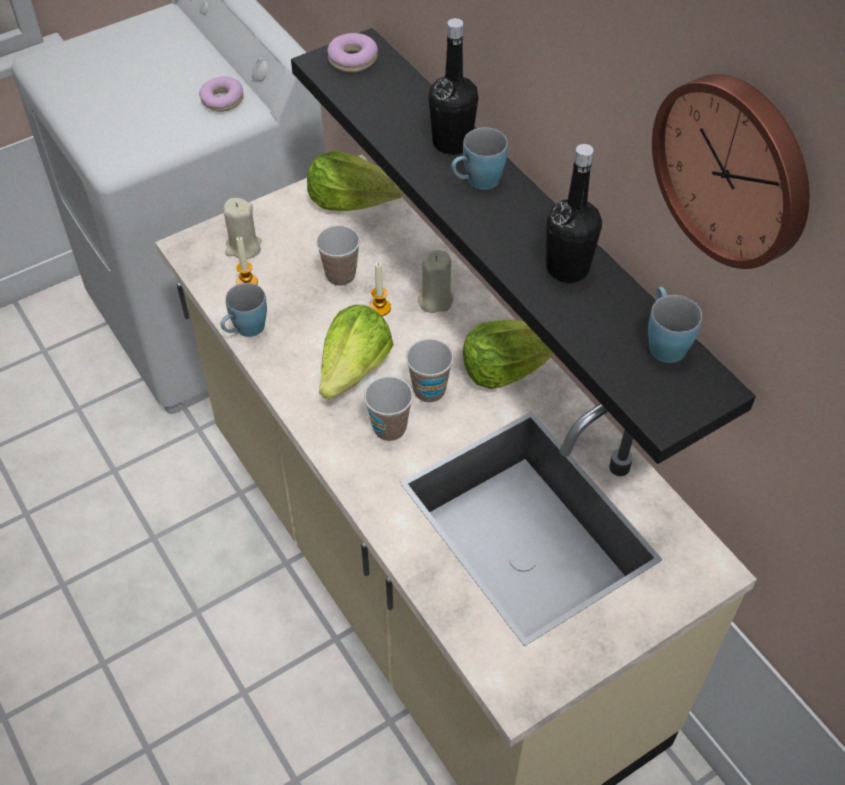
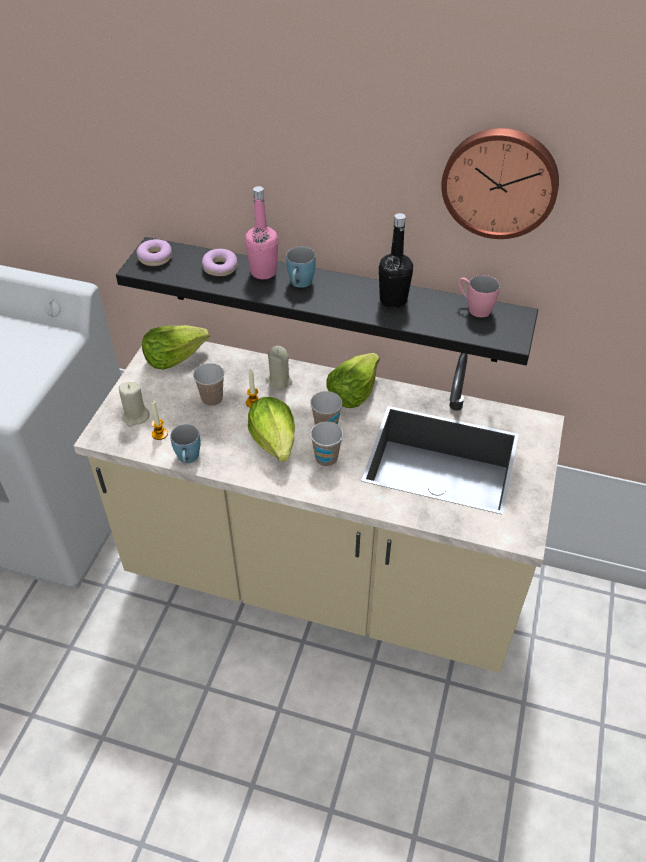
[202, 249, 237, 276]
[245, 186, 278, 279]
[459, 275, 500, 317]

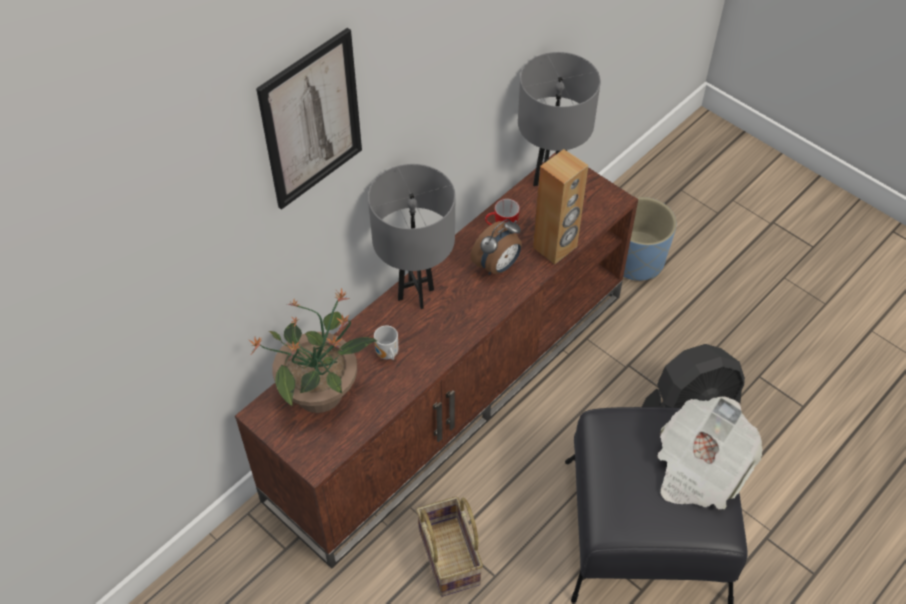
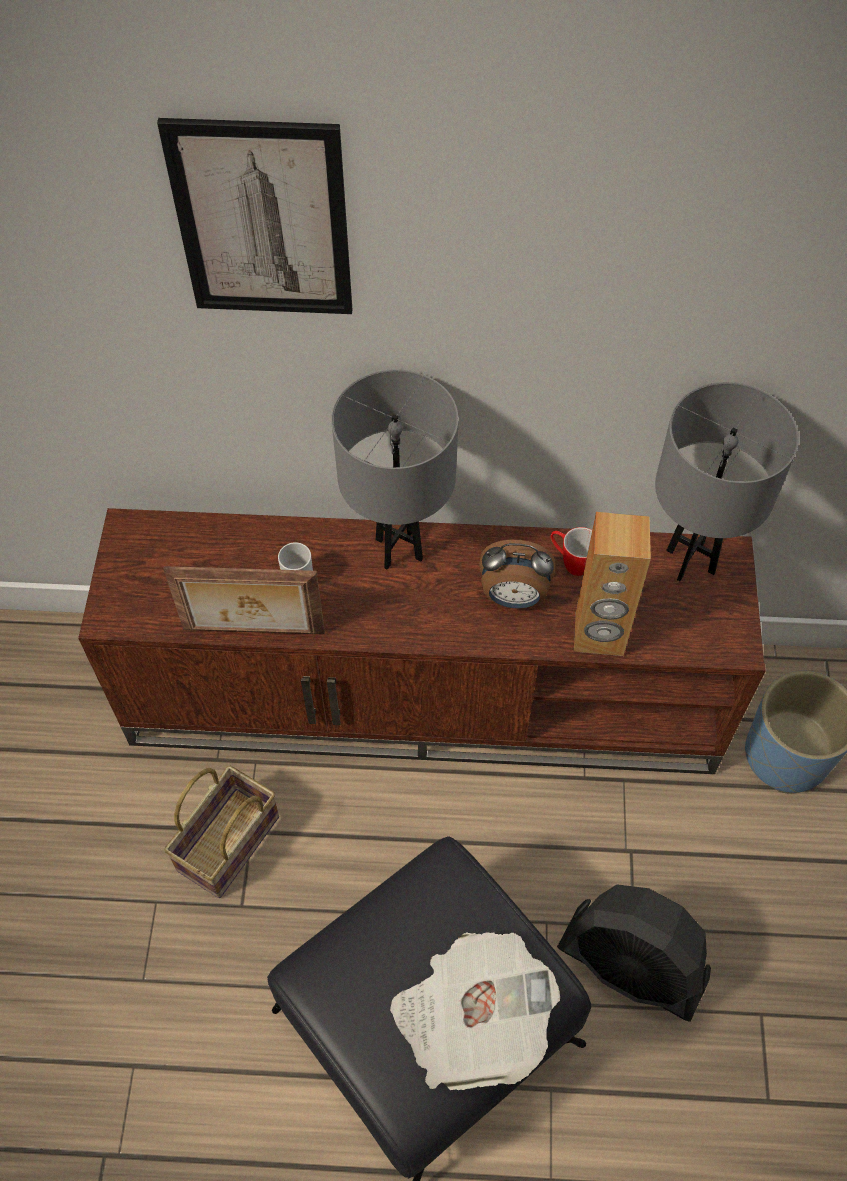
[163, 566, 325, 634]
[249, 288, 377, 413] (first image)

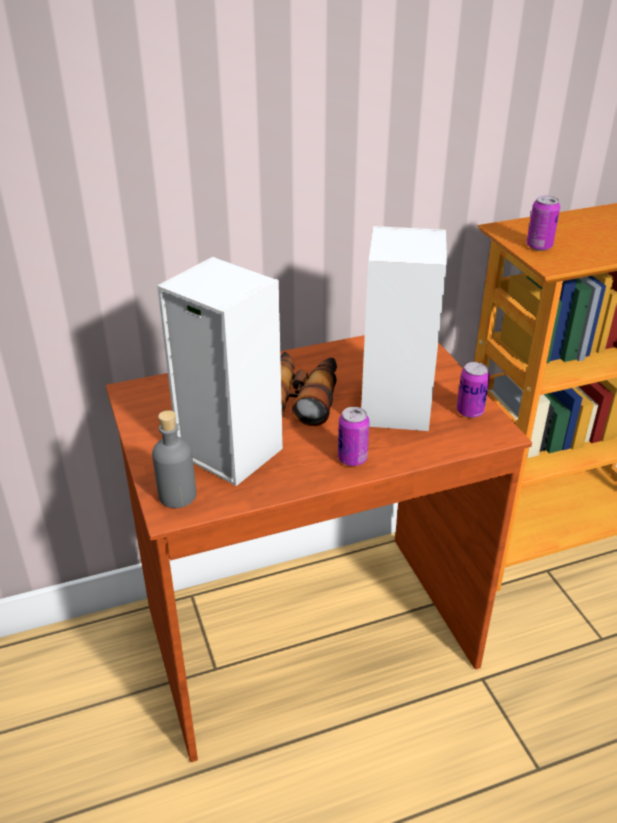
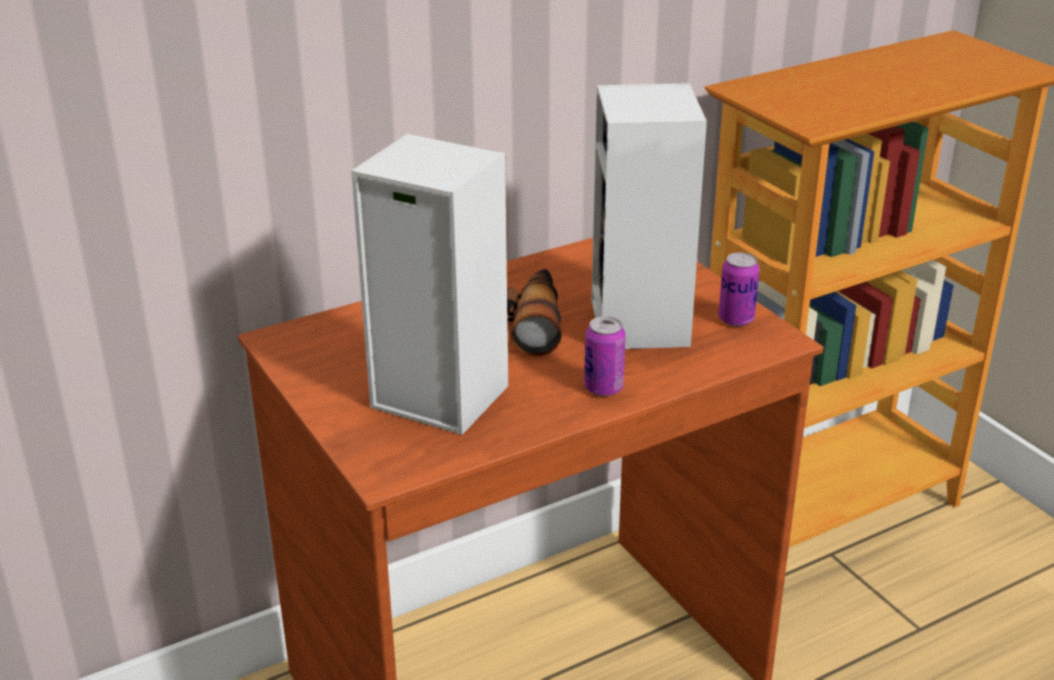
[152, 410, 196, 508] (first image)
[527, 195, 560, 251] (first image)

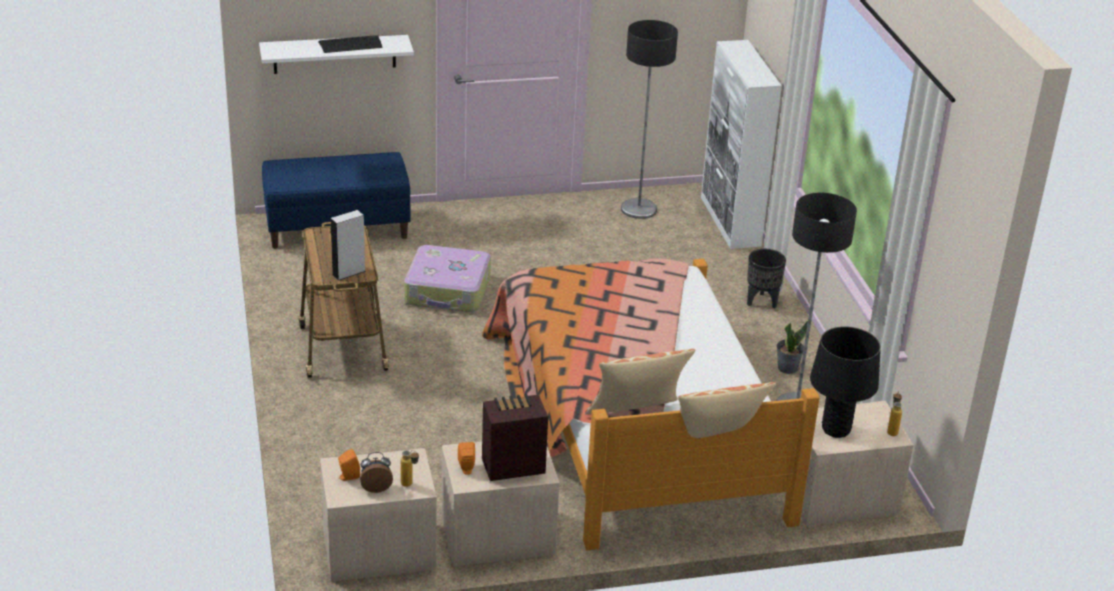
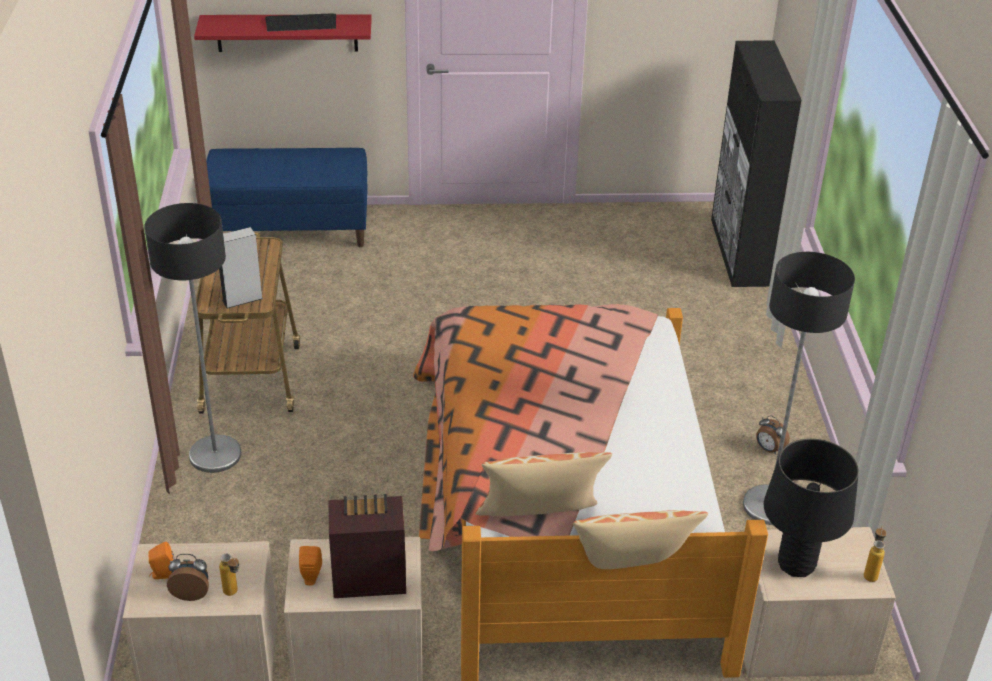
[144, 203, 242, 473]
[194, 14, 372, 52]
[711, 41, 802, 287]
[756, 415, 790, 454]
[404, 245, 491, 312] (first image)
[747, 249, 786, 308] (first image)

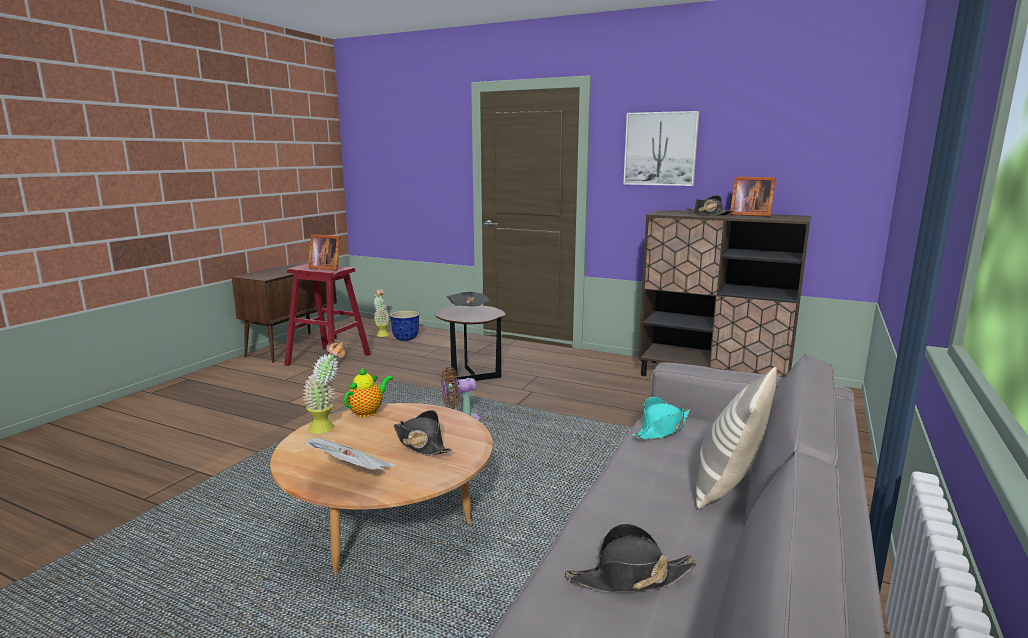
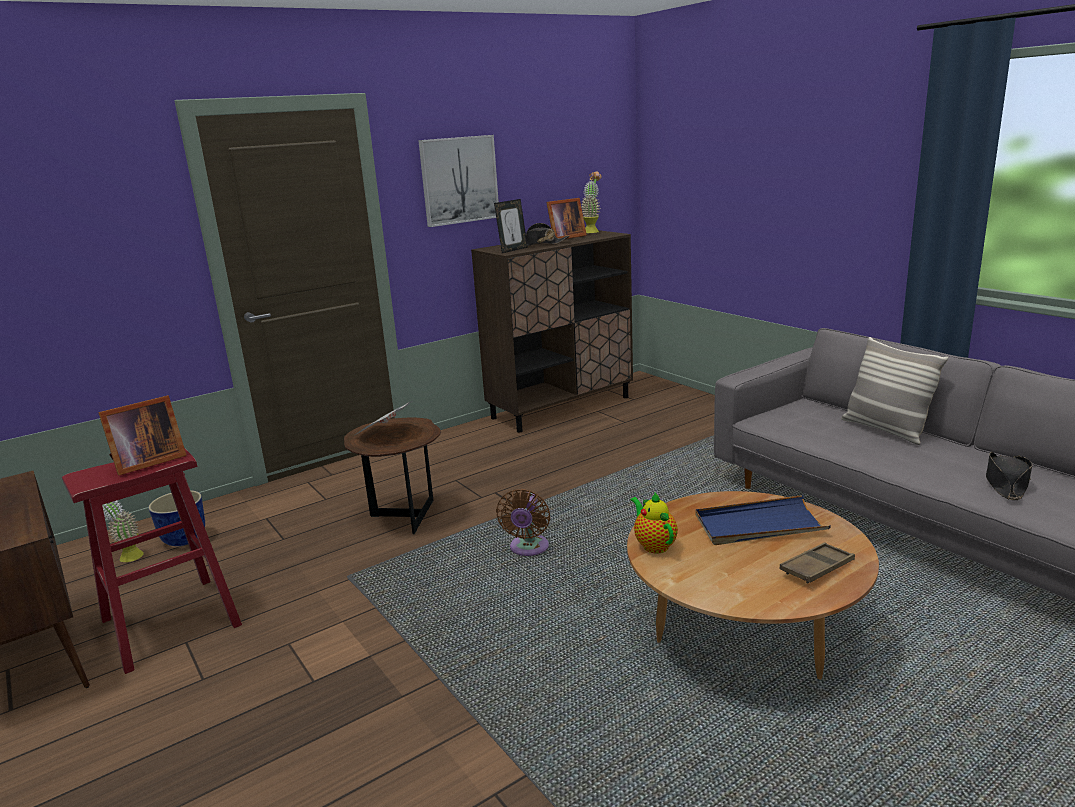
[494, 199, 528, 253]
[581, 171, 602, 233]
[695, 495, 831, 545]
[780, 542, 855, 583]
[632, 397, 690, 440] (first image)

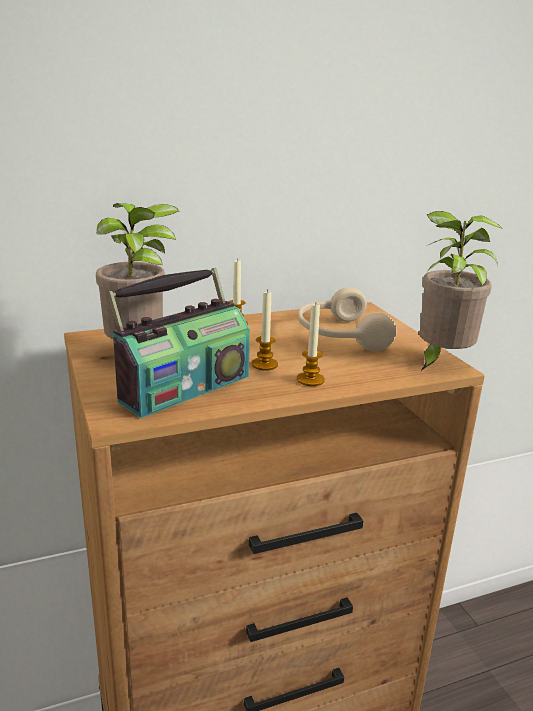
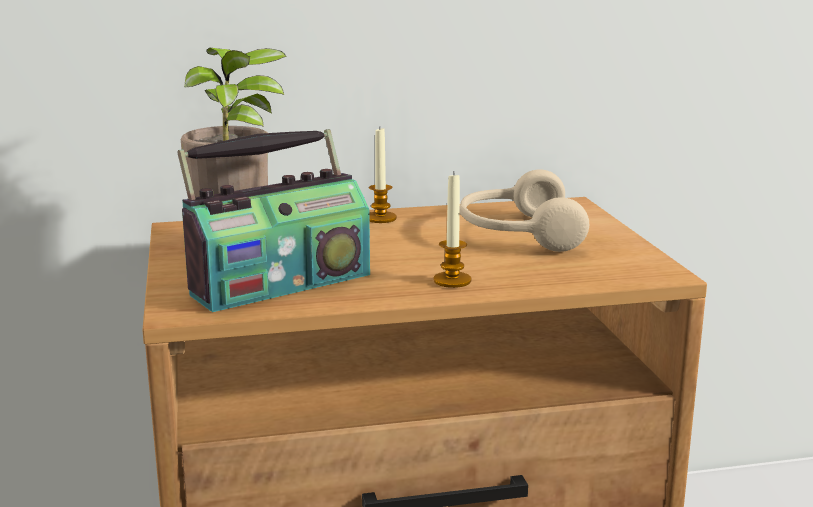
[251, 289, 278, 371] (first image)
[420, 211, 503, 371] (first image)

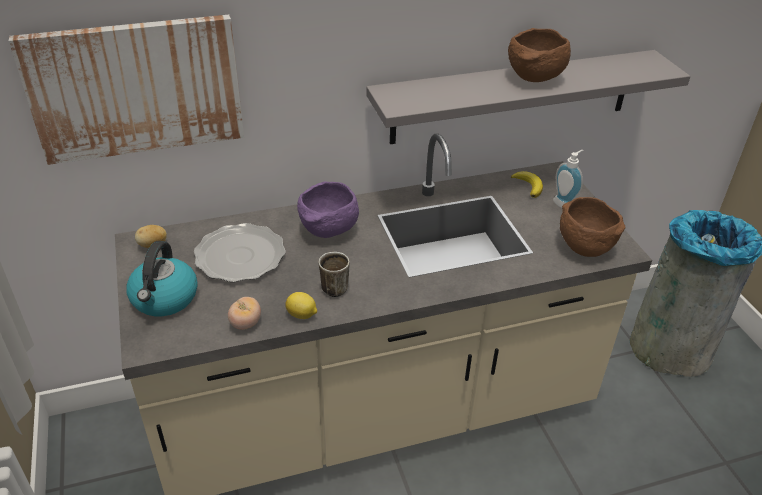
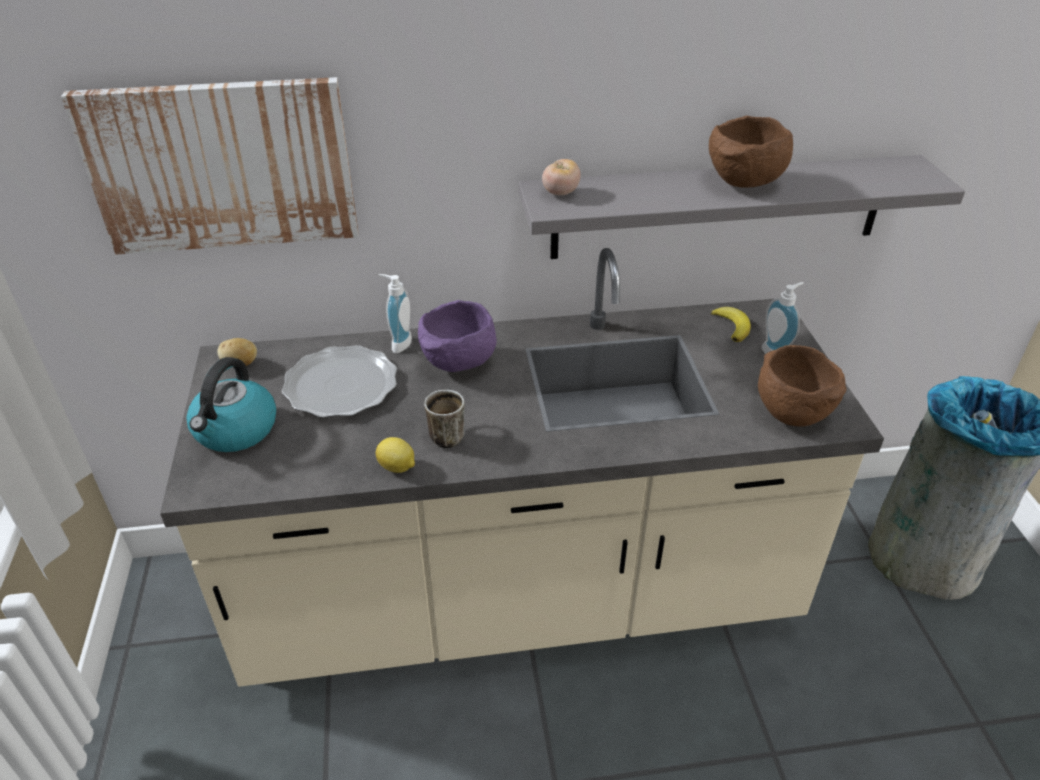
[379, 274, 412, 353]
[542, 159, 581, 195]

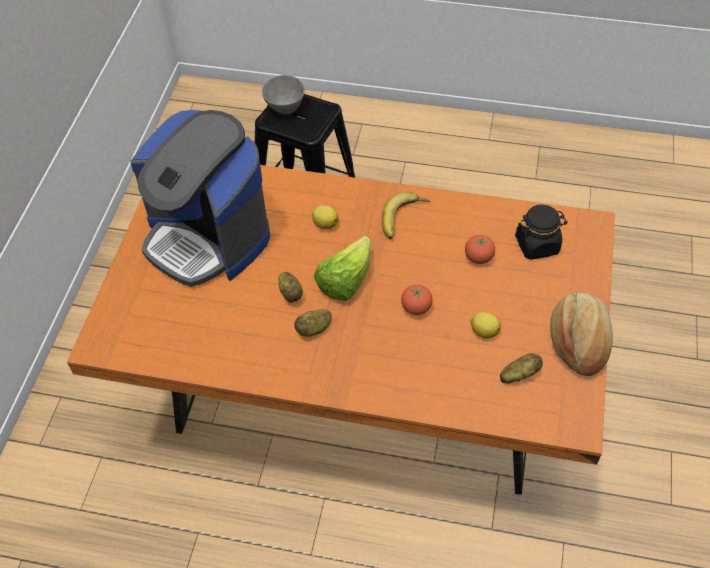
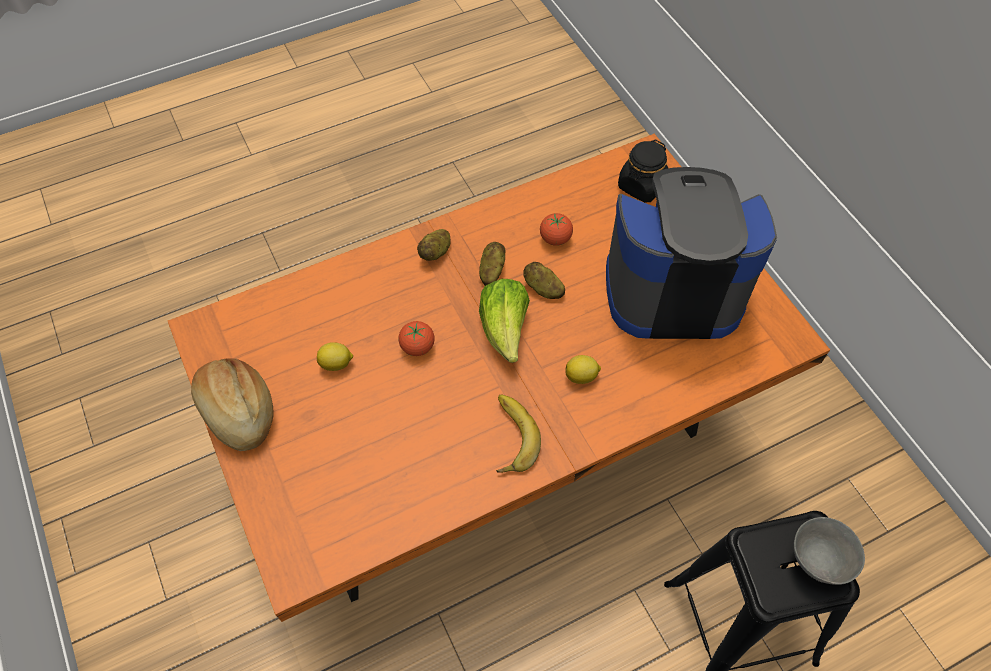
[417, 229, 451, 261]
[540, 213, 573, 246]
[618, 140, 668, 203]

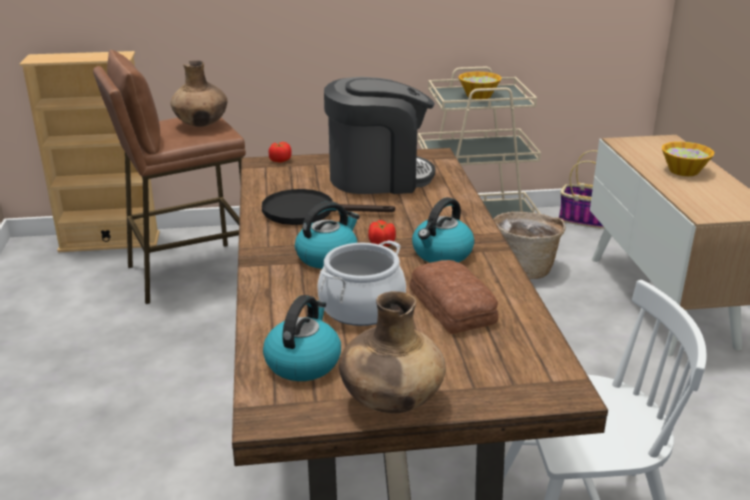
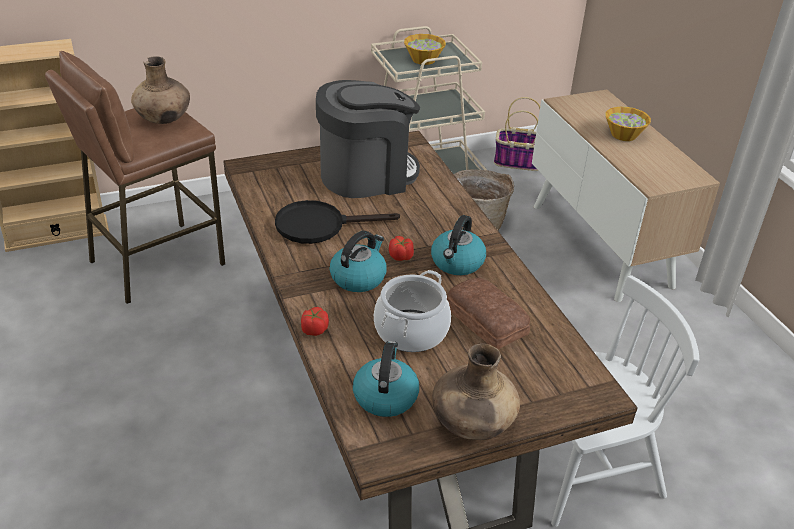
[301, 307, 329, 336]

